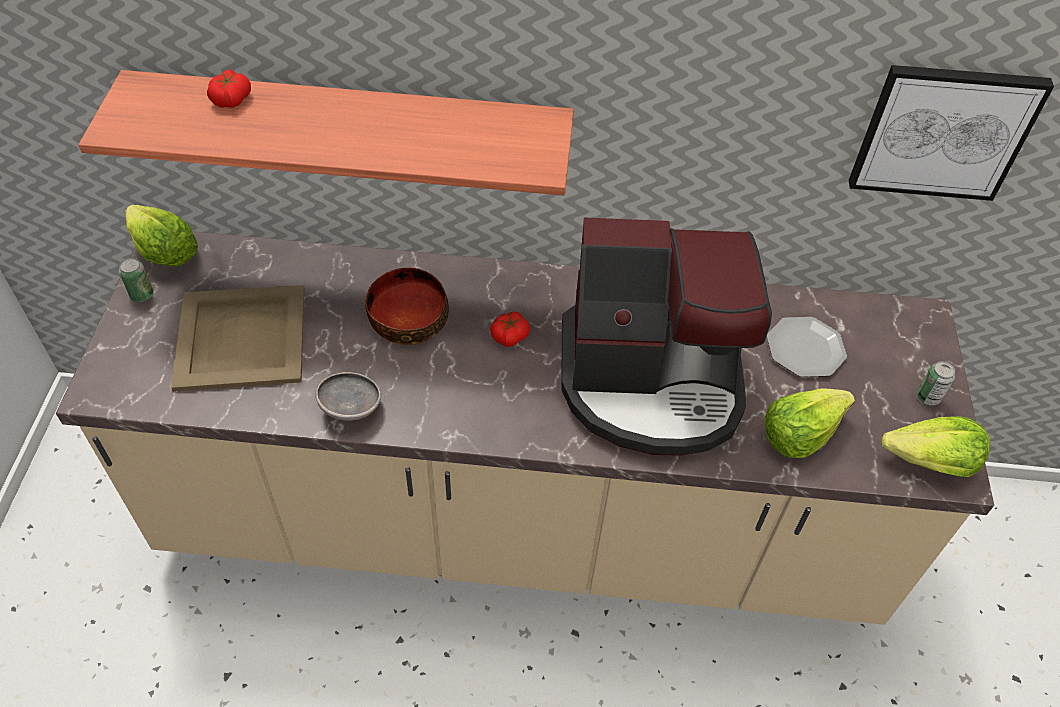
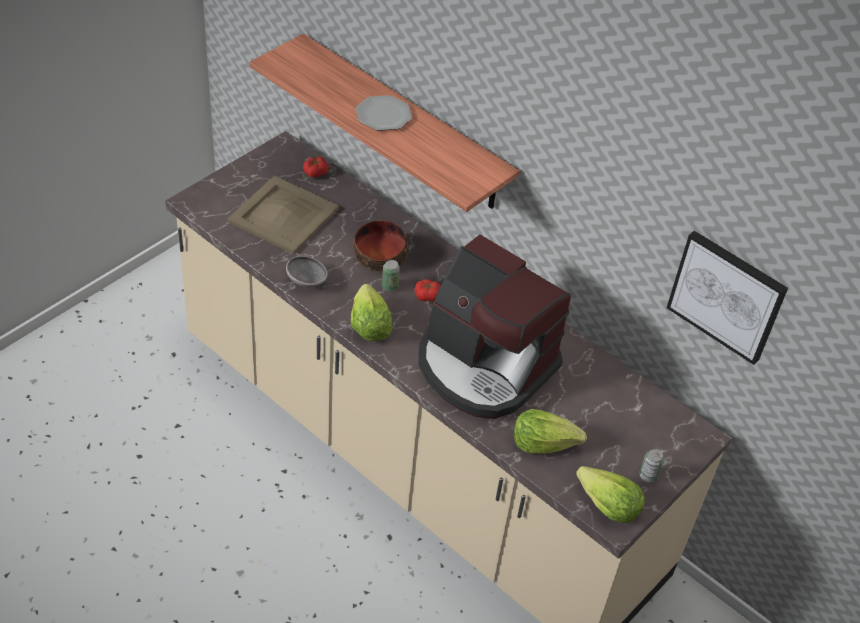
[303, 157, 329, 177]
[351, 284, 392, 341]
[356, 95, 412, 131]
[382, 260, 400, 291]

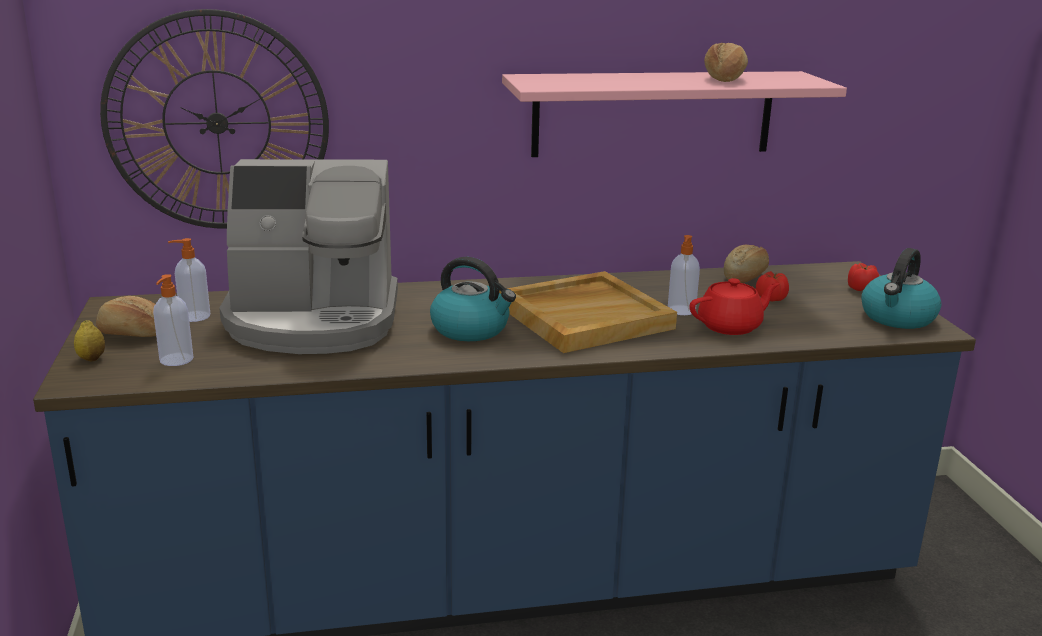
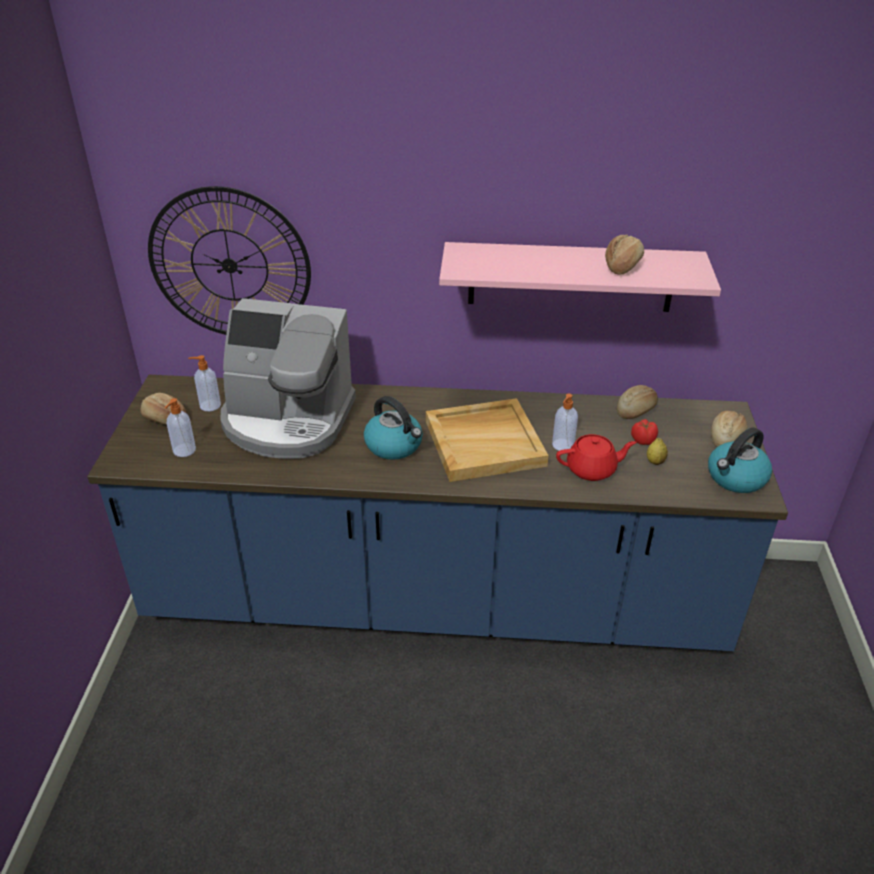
[647, 438, 668, 465]
[711, 411, 747, 447]

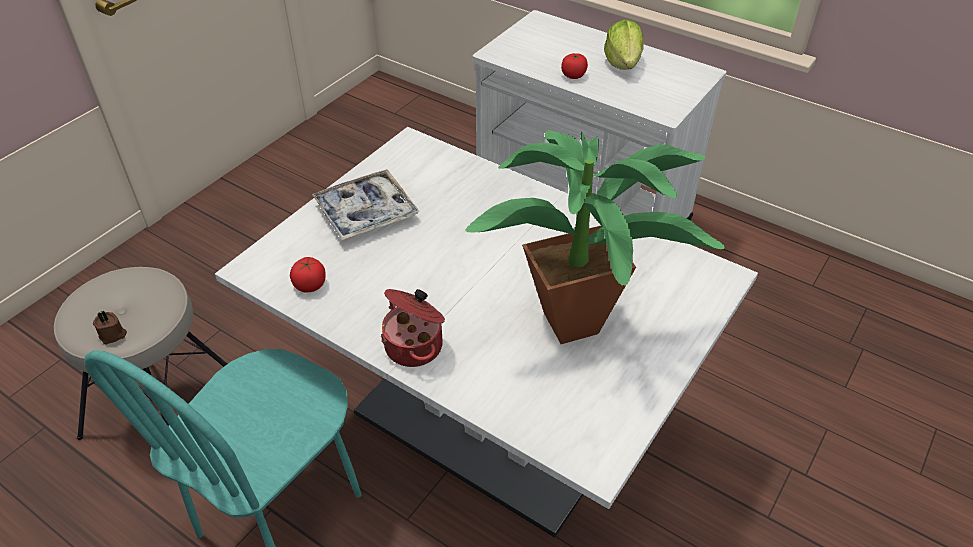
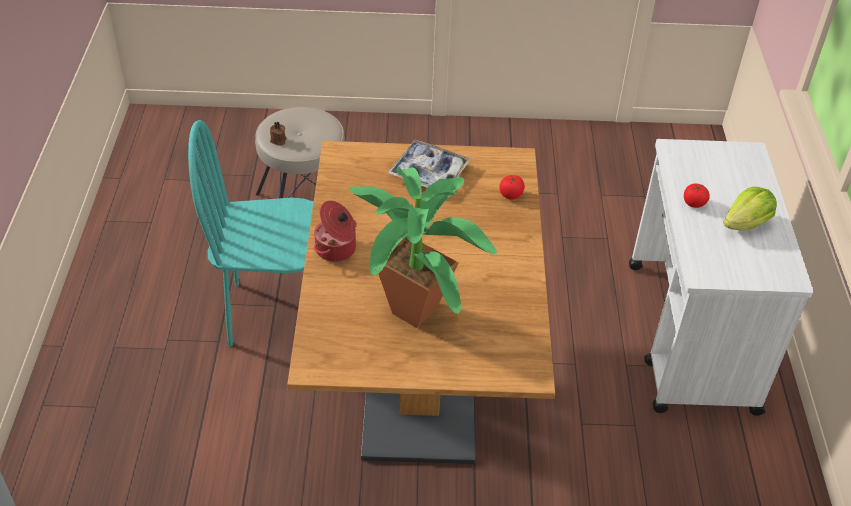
[287, 141, 555, 464]
[500, 175, 524, 199]

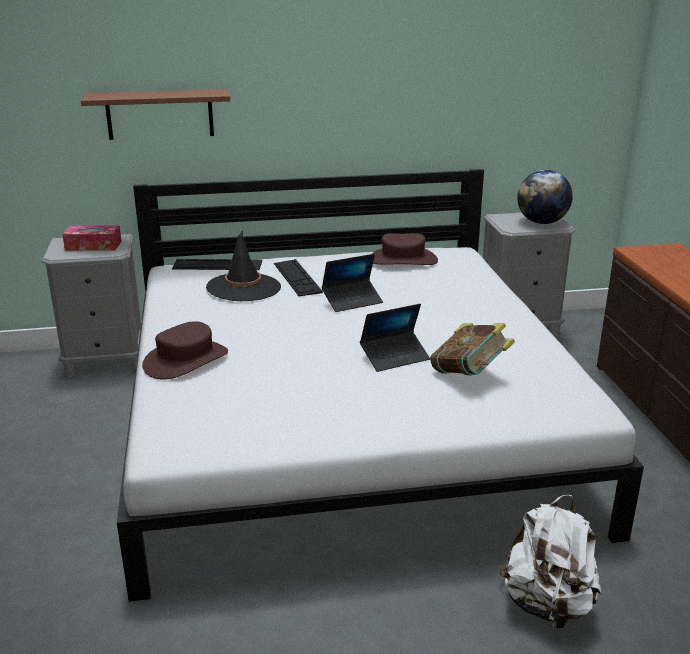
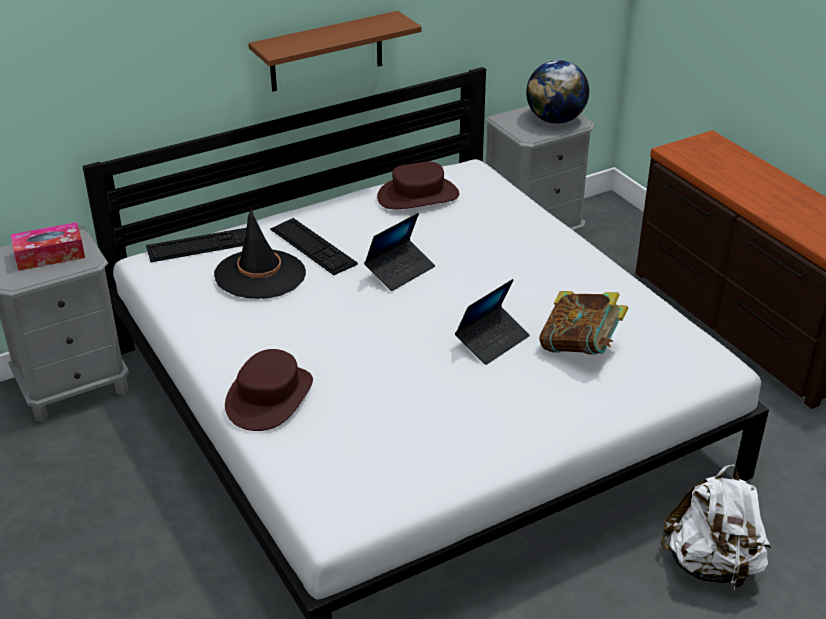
[248, 11, 422, 91]

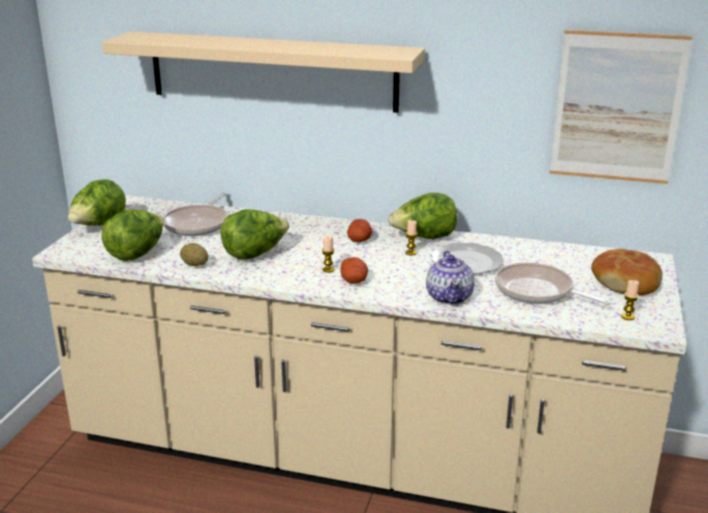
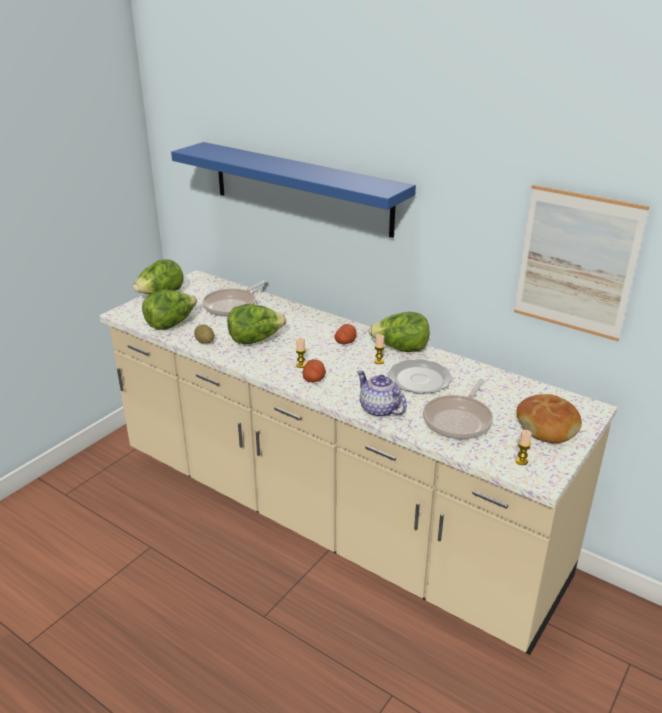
[171, 142, 416, 238]
[357, 370, 407, 417]
[423, 379, 493, 439]

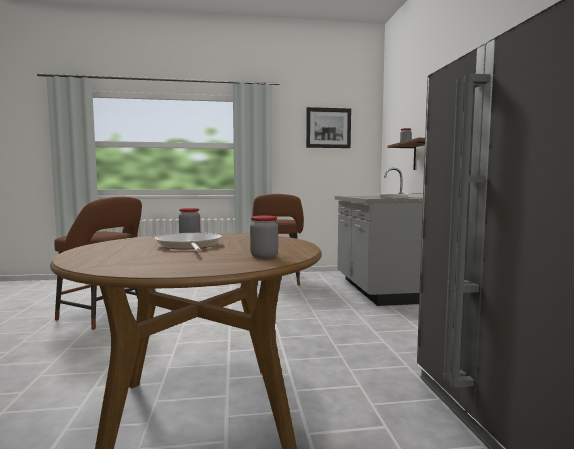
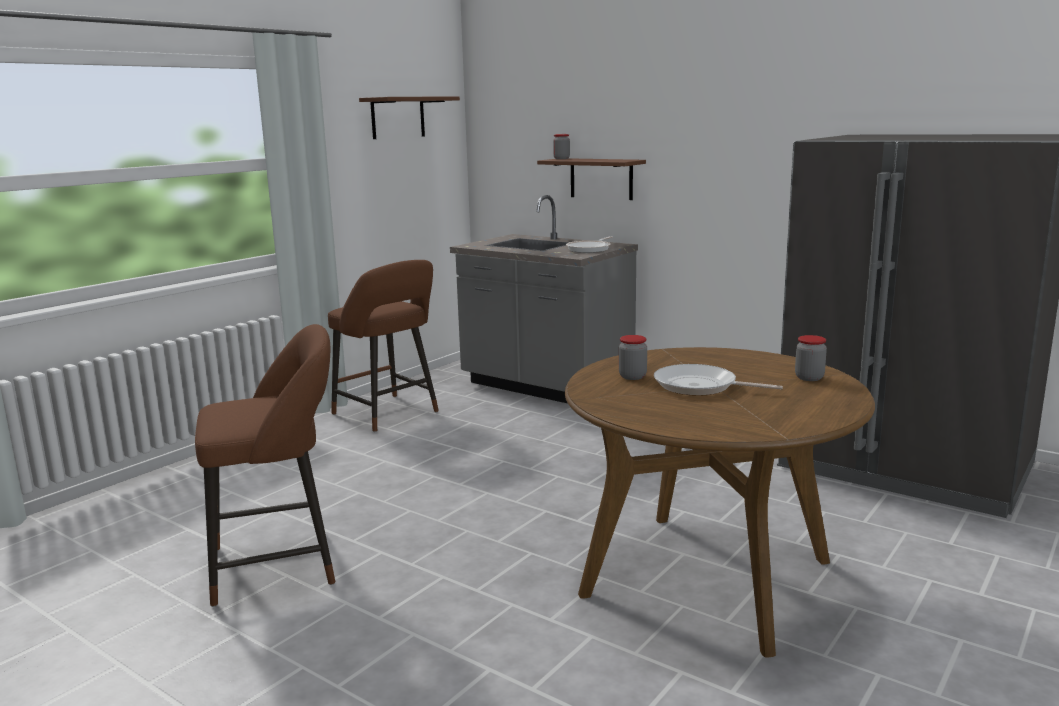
[359, 96, 460, 139]

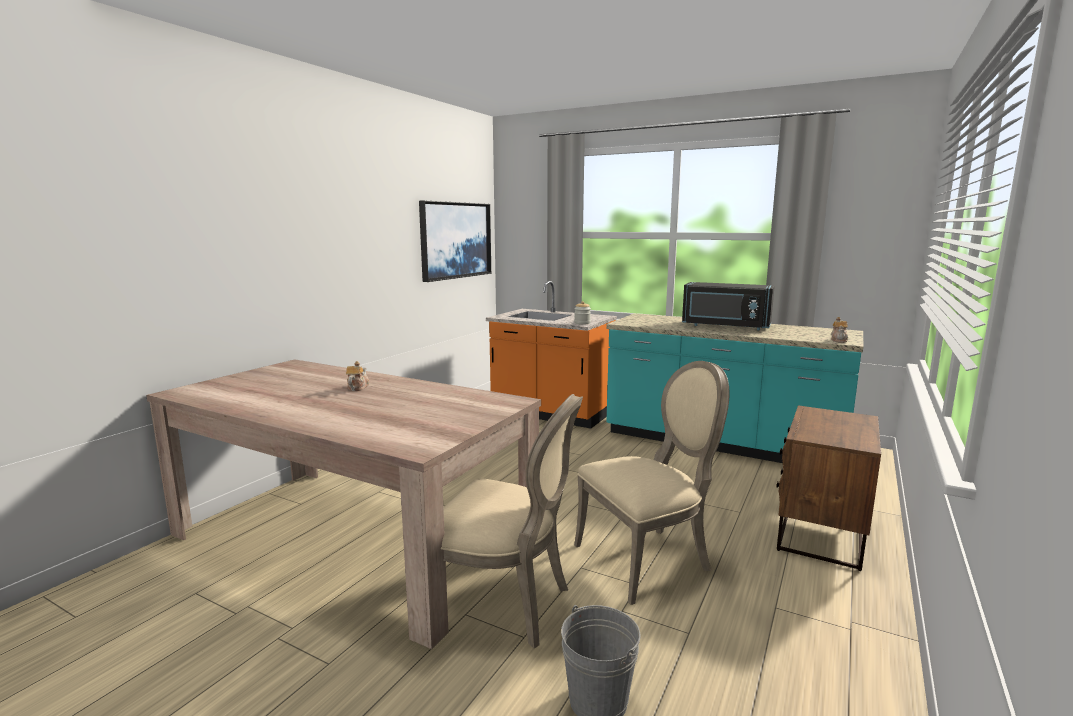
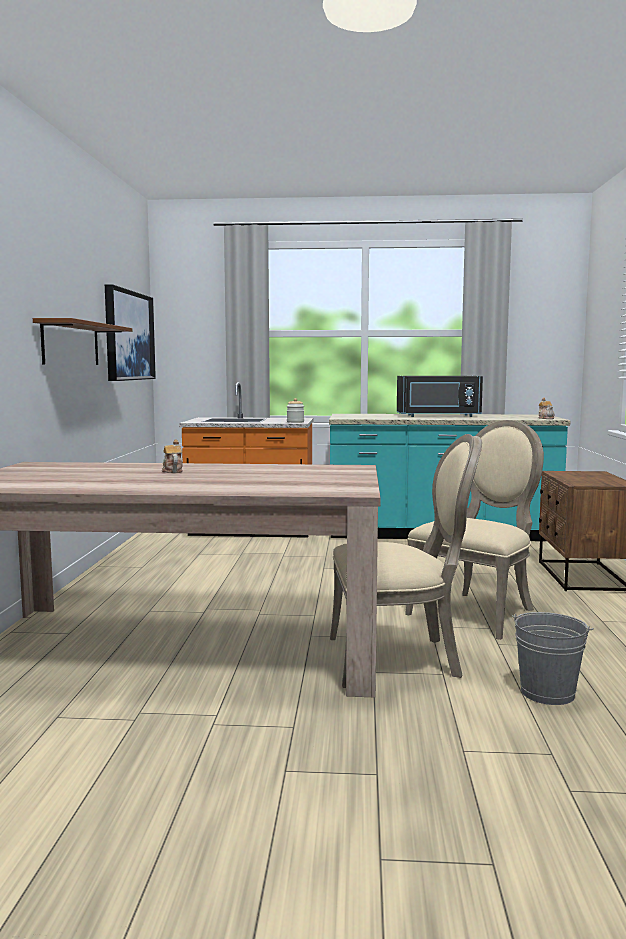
[33, 318, 132, 365]

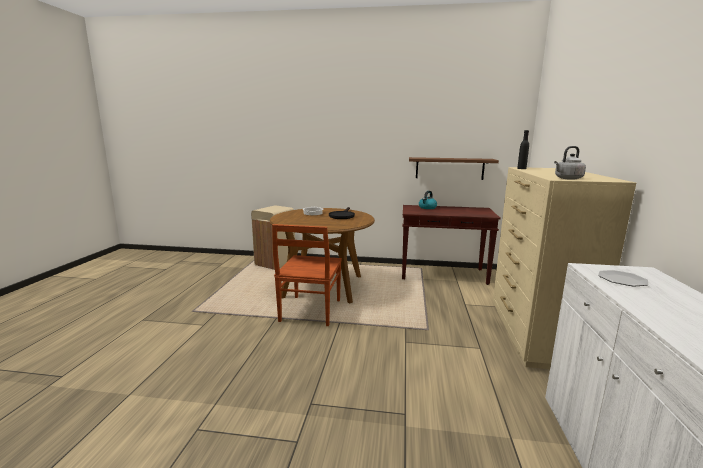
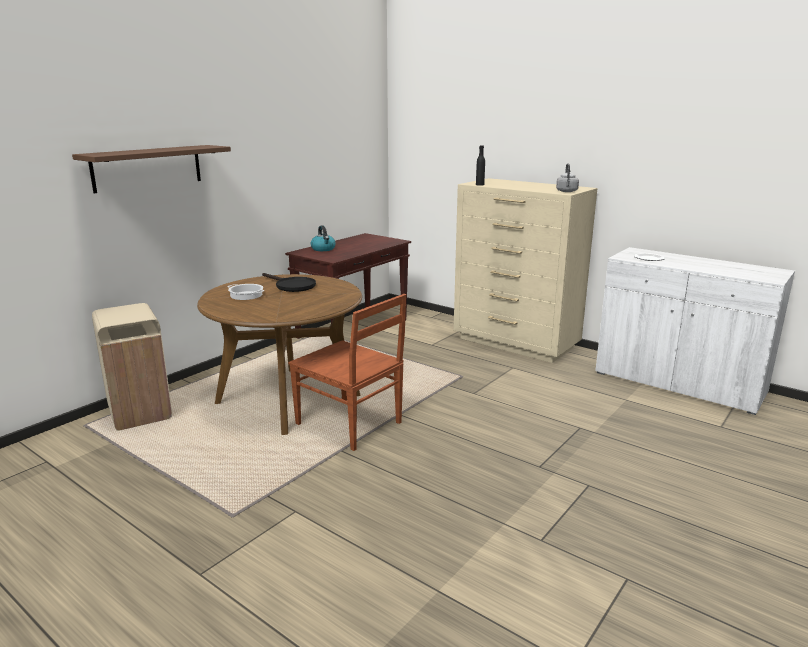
[72, 145, 231, 194]

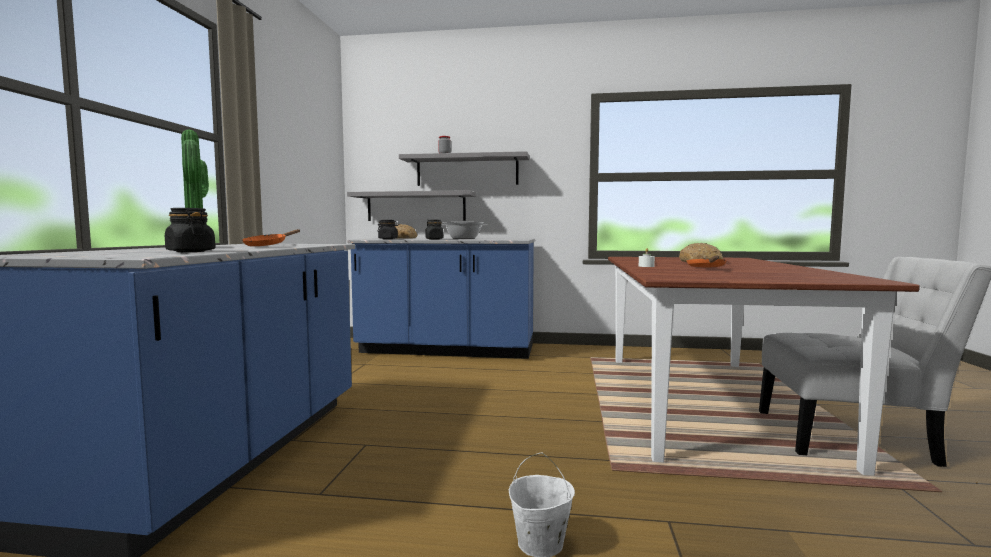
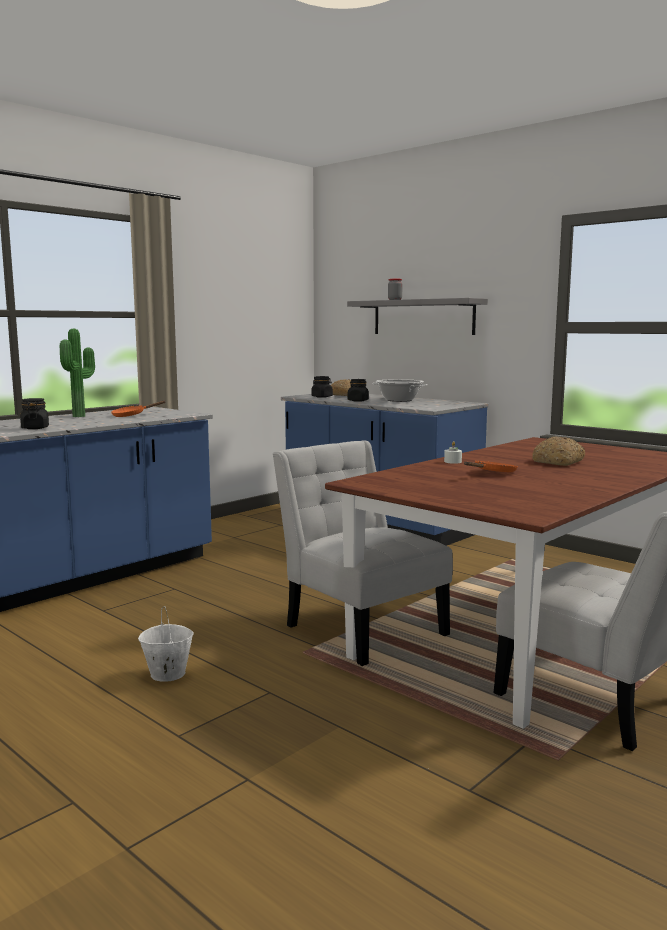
[273, 440, 453, 666]
[347, 190, 476, 221] (first image)

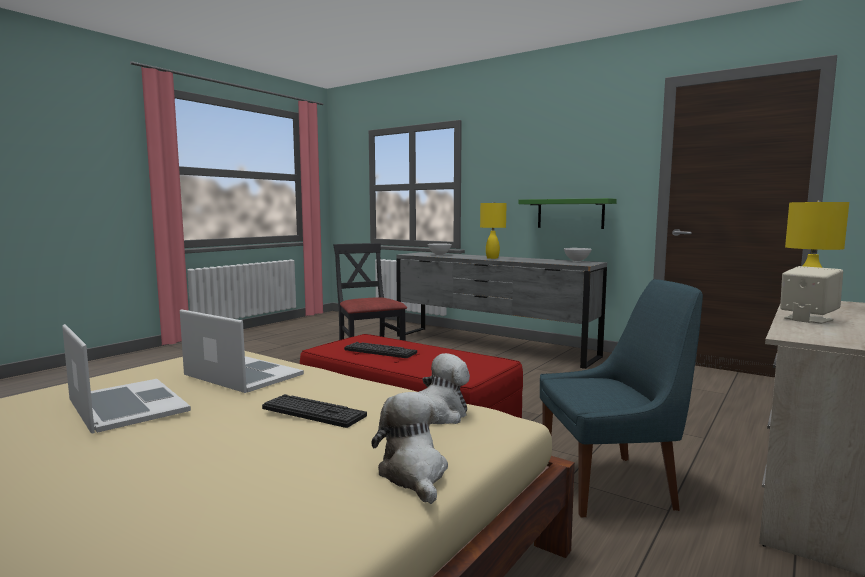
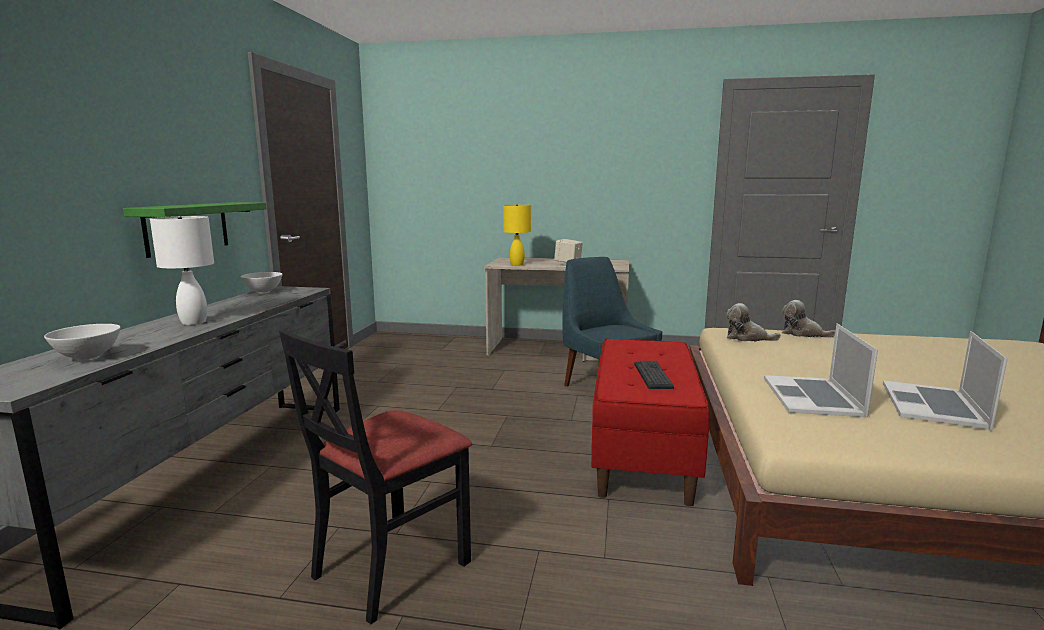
[150, 216, 214, 325]
[782, 300, 835, 337]
[262, 394, 367, 428] (first image)

